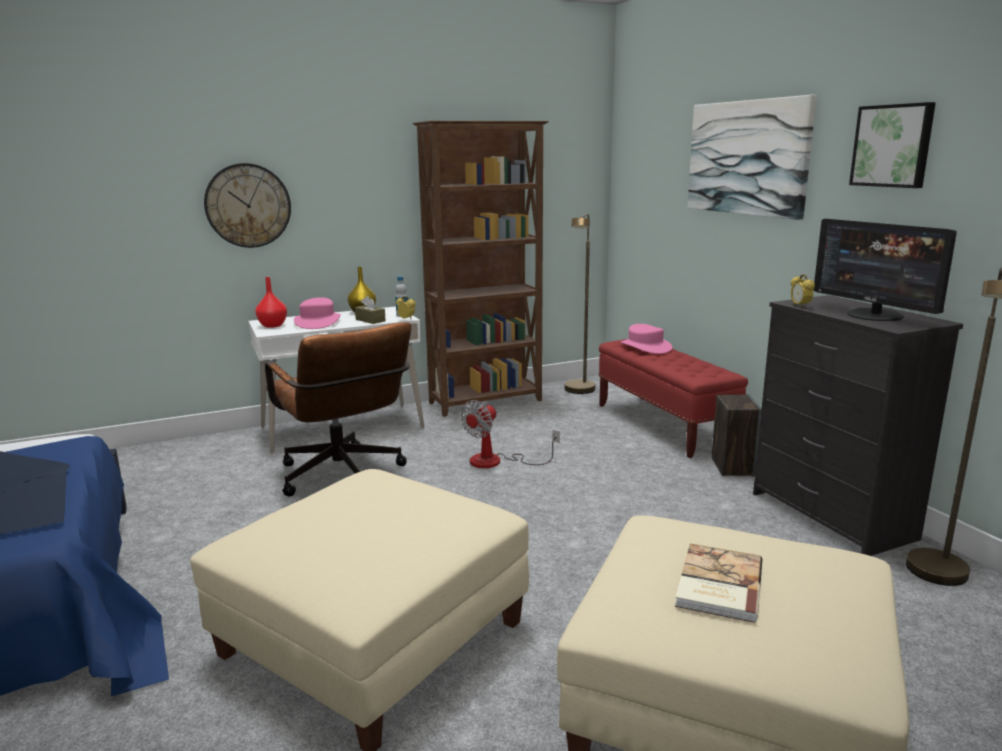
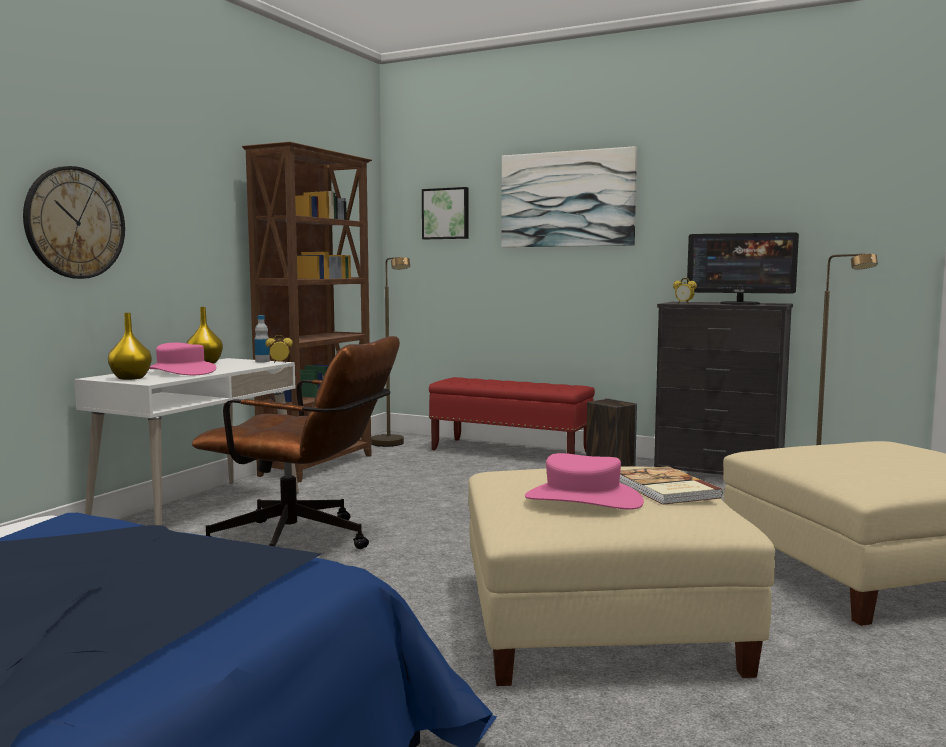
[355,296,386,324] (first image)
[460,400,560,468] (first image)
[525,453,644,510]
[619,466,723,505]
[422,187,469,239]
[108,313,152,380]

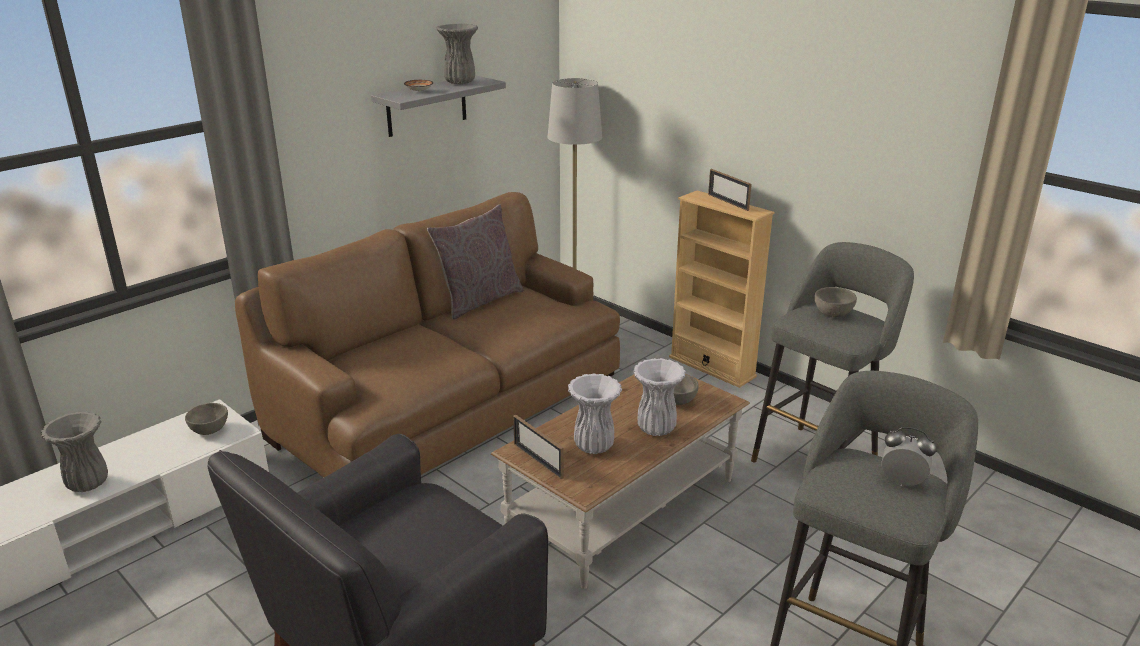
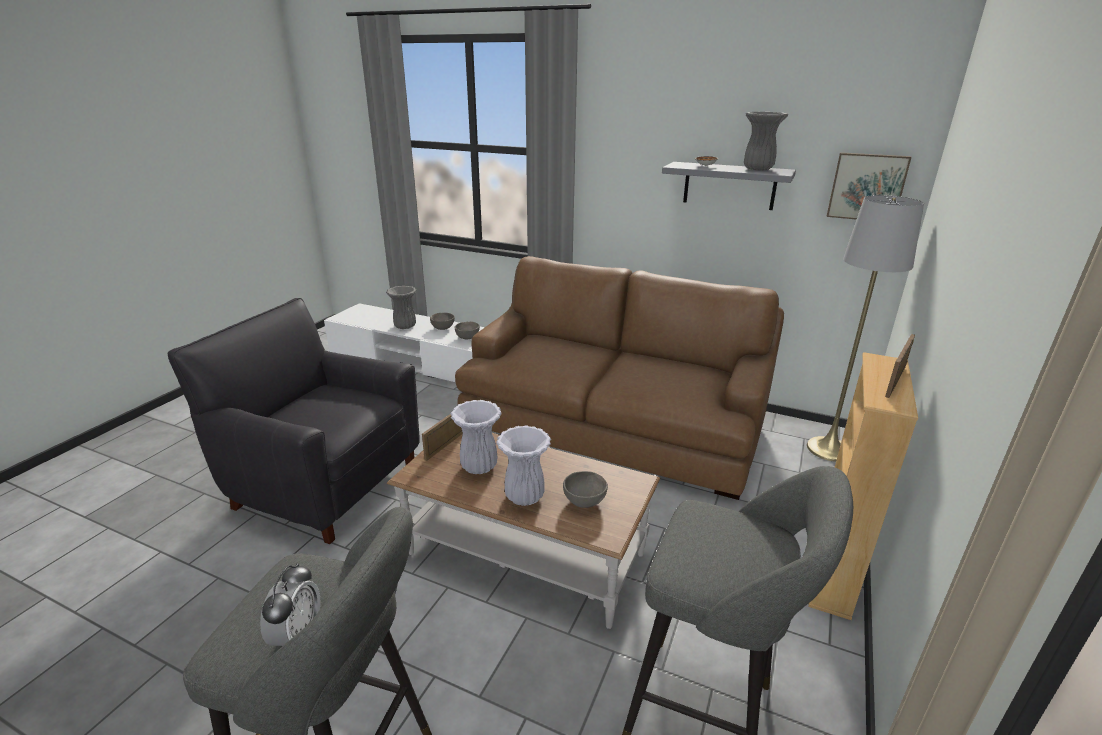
[427,205,524,320] (first image)
[826,152,912,220]
[430,313,455,330]

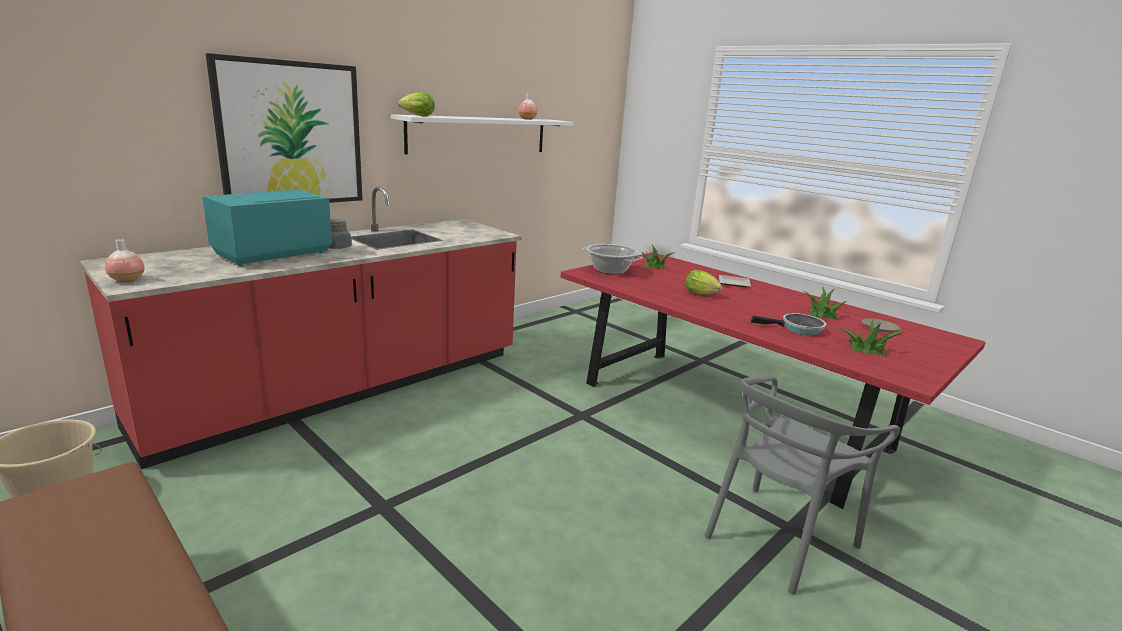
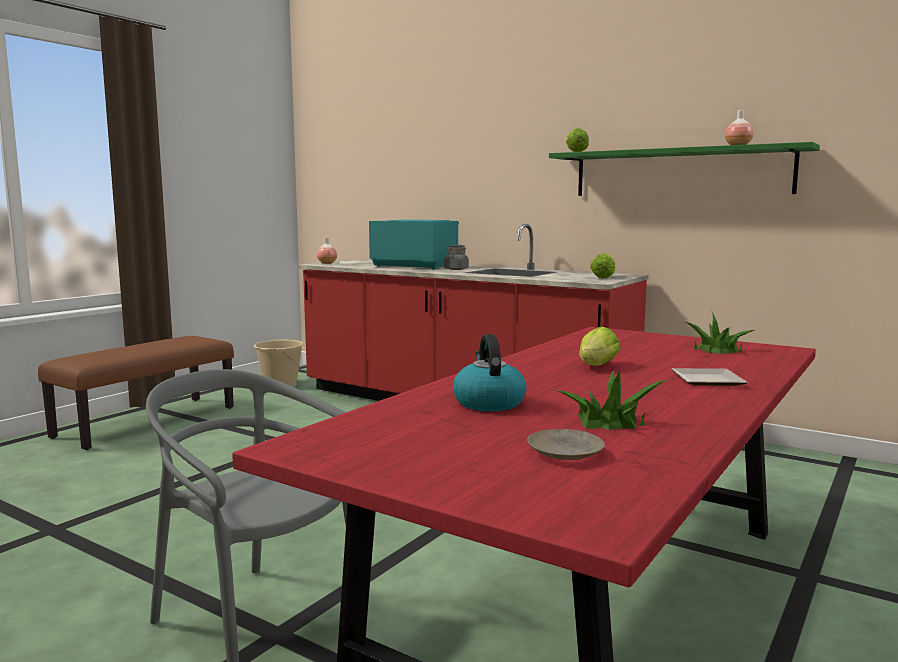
[206,53,362,203] (first image)
[582,244,643,274] (first image)
[839,320,905,355] (first image)
[590,253,615,279]
[453,334,527,411]
[549,142,820,196]

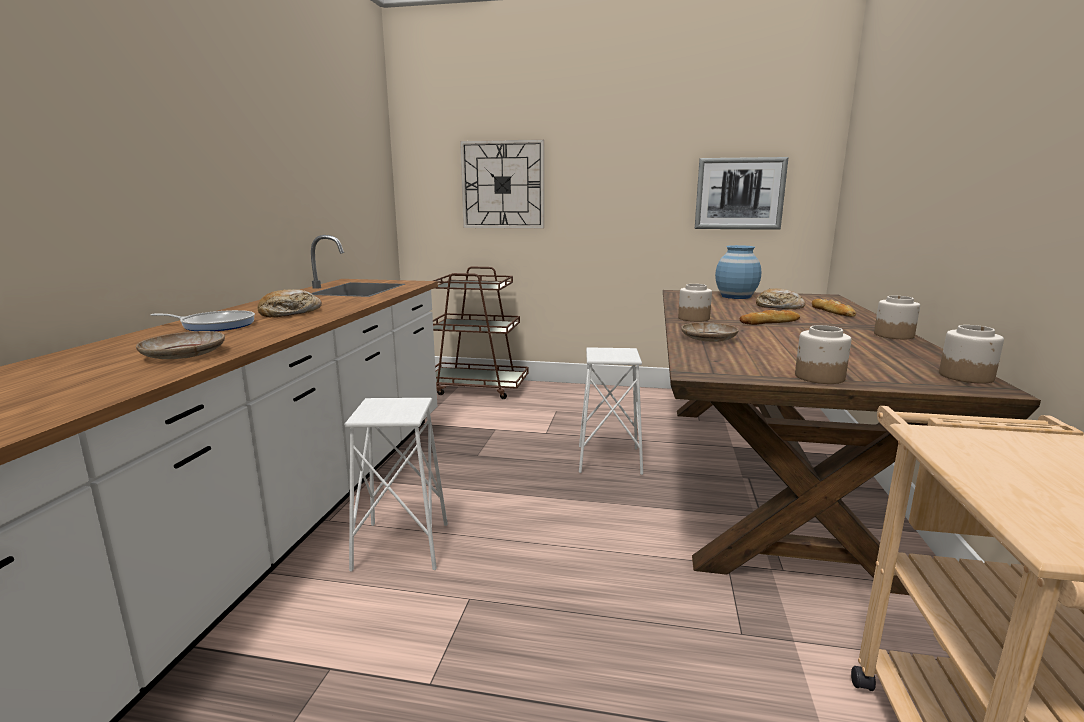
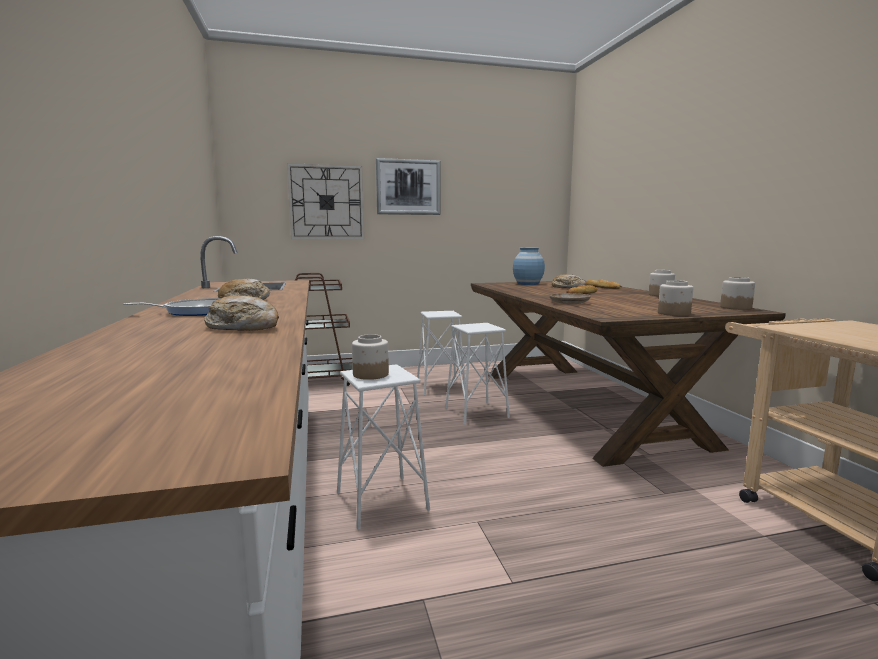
[417,311,466,395]
[352,334,389,380]
[376,158,440,215]
[204,295,279,331]

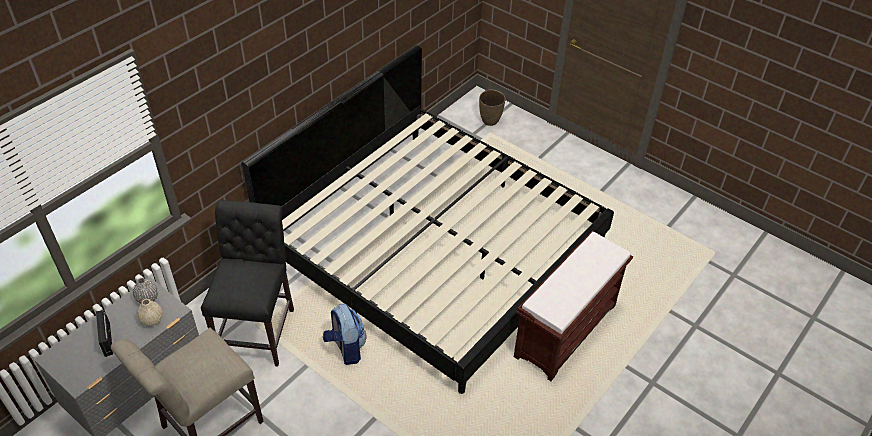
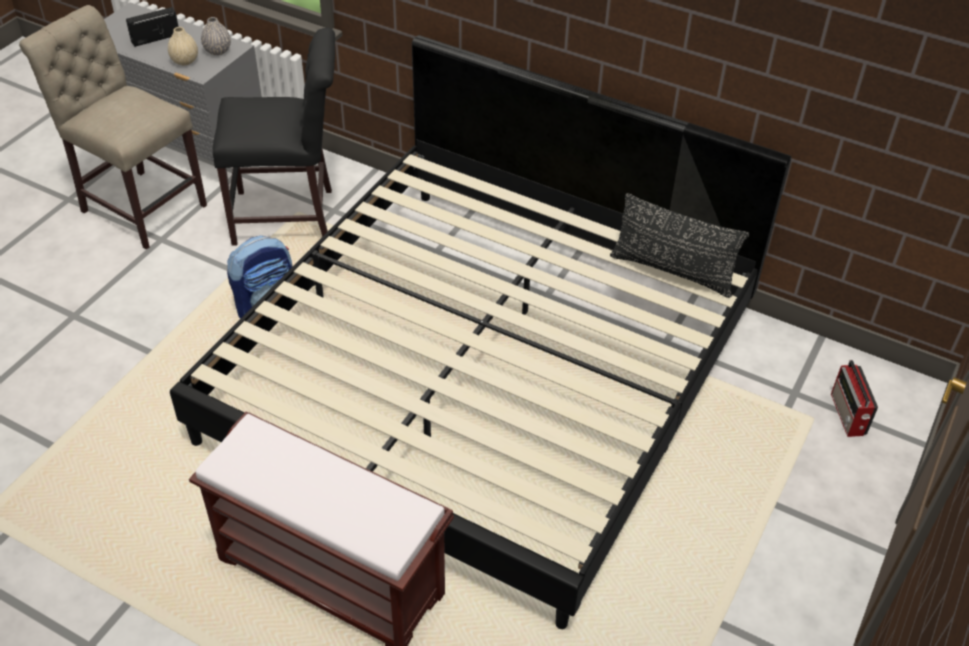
[610,193,749,298]
[831,360,878,437]

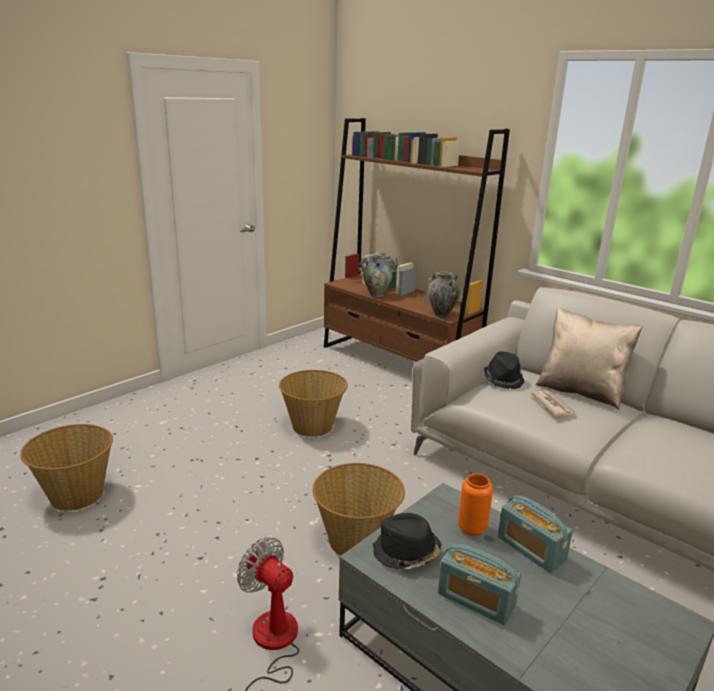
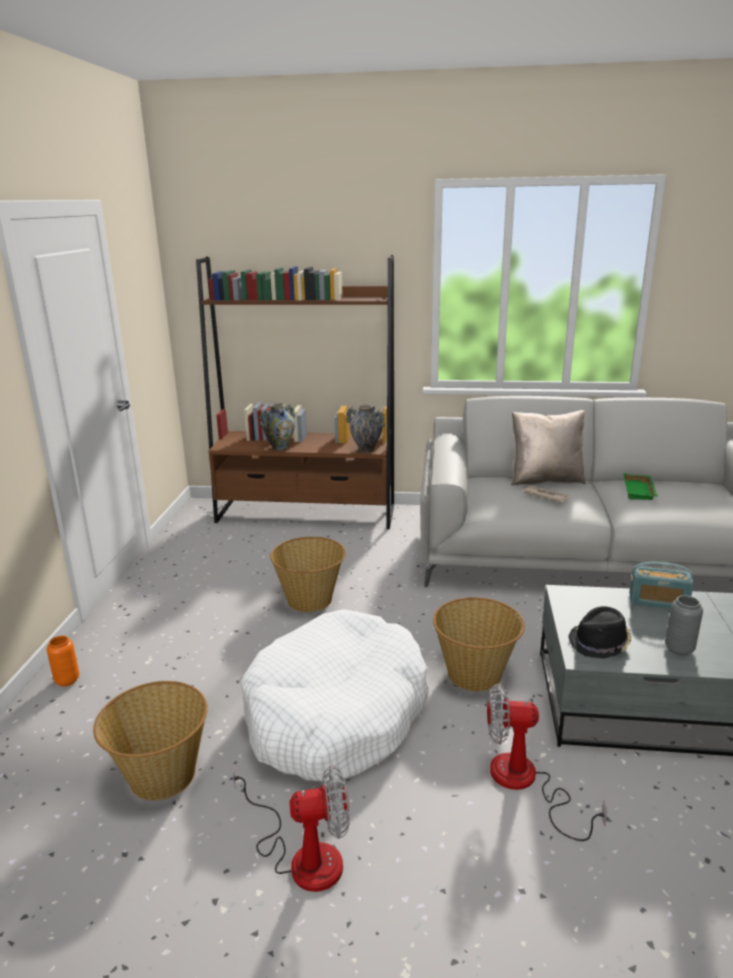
[484,351,524,389] (first image)
[233,766,349,892]
[241,609,429,782]
[623,473,658,500]
[47,636,79,687]
[665,595,703,656]

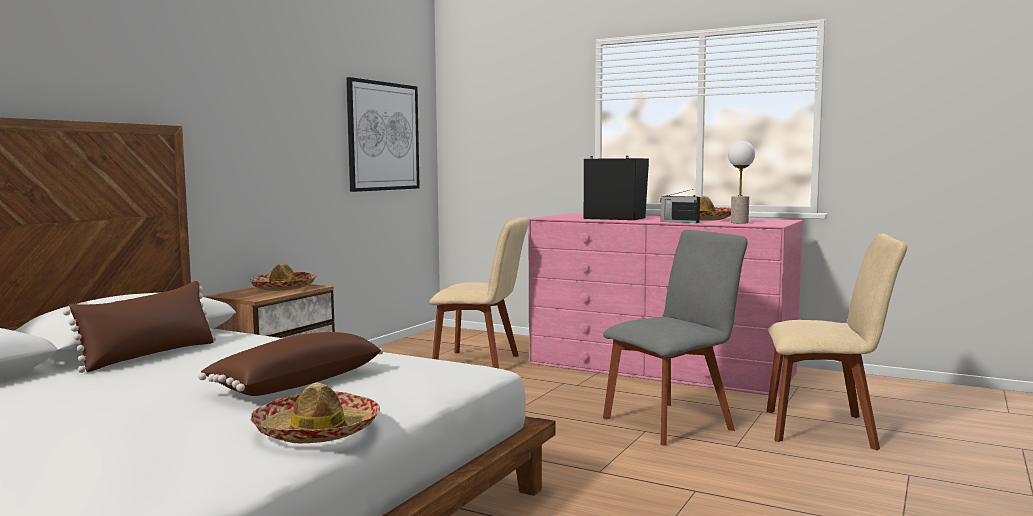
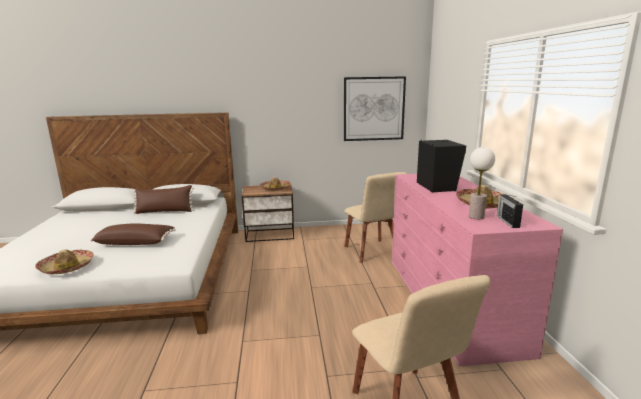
[603,230,748,445] (first image)
[497,194,523,228]

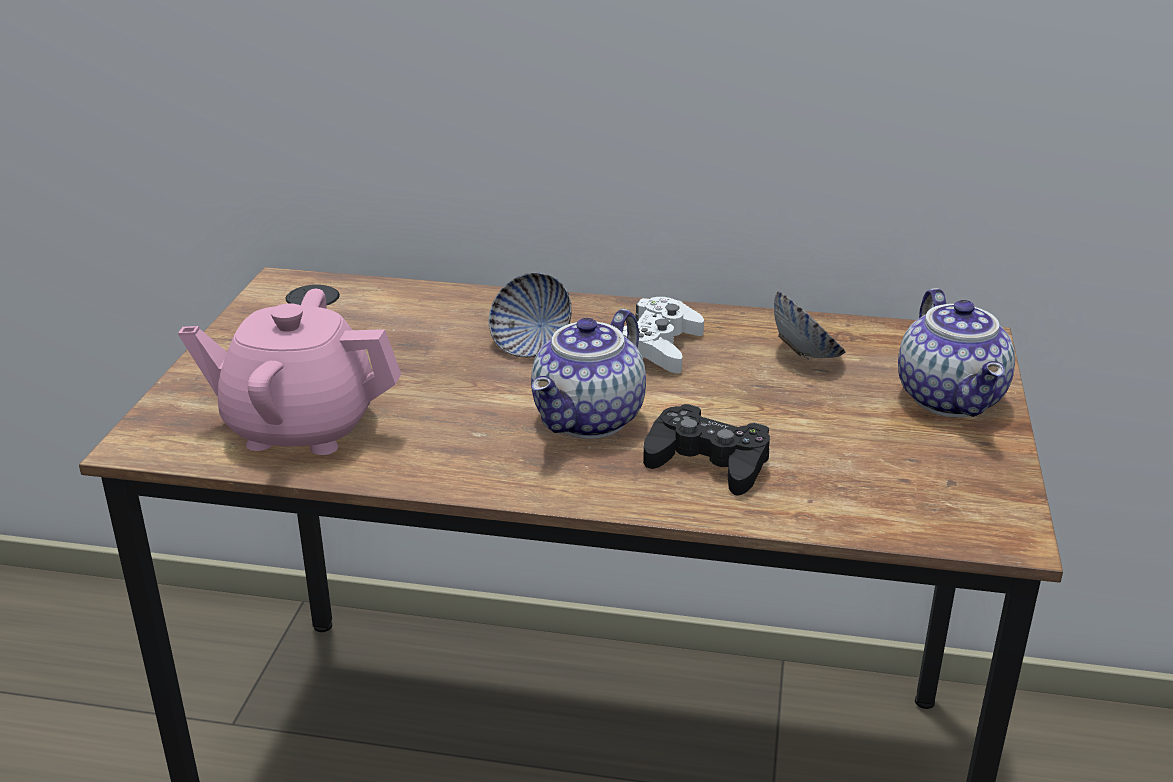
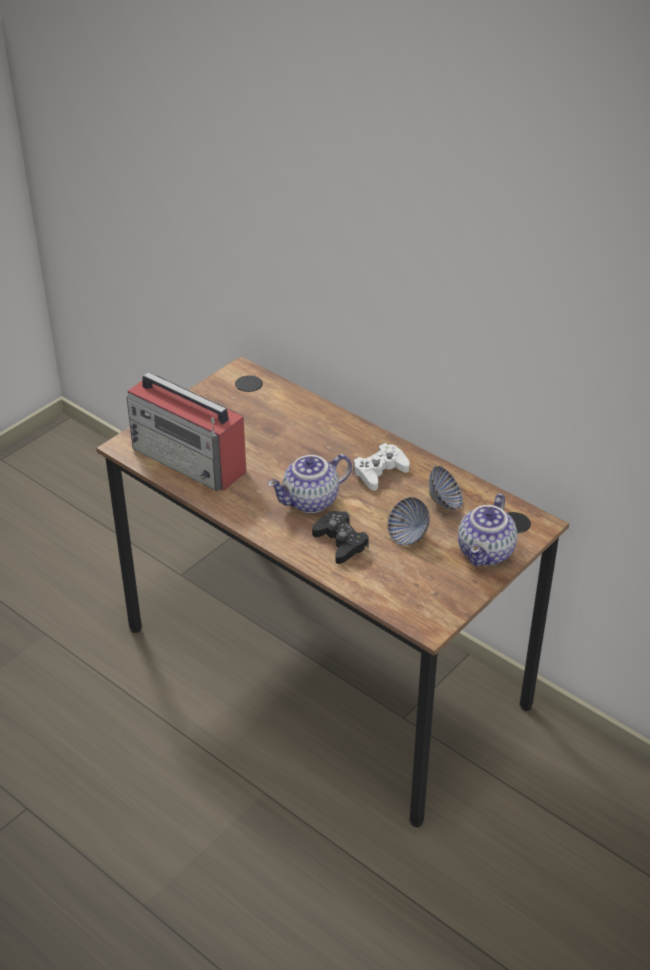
[387,497,430,545]
[126,372,246,491]

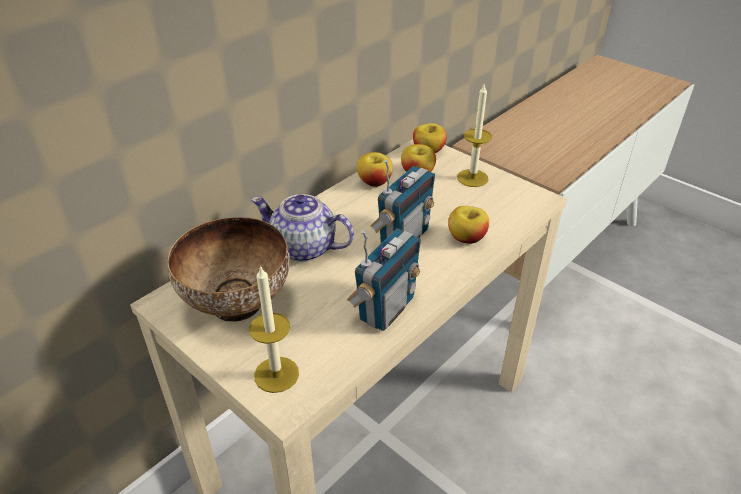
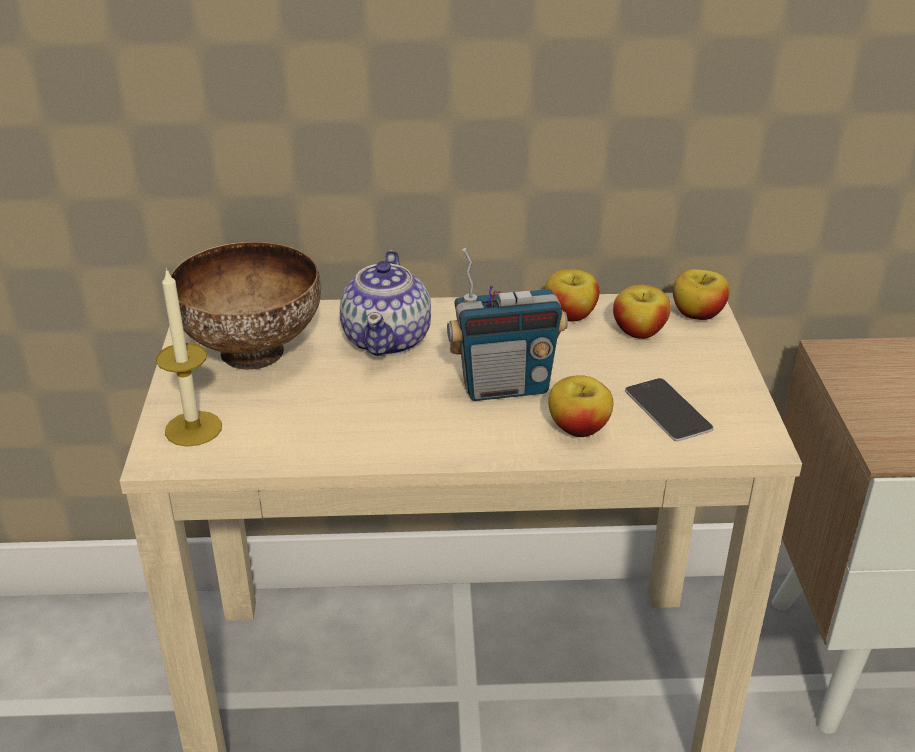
[347,229,421,331] (first image)
[457,83,492,187] (first image)
[625,378,714,441]
[340,250,431,356]

